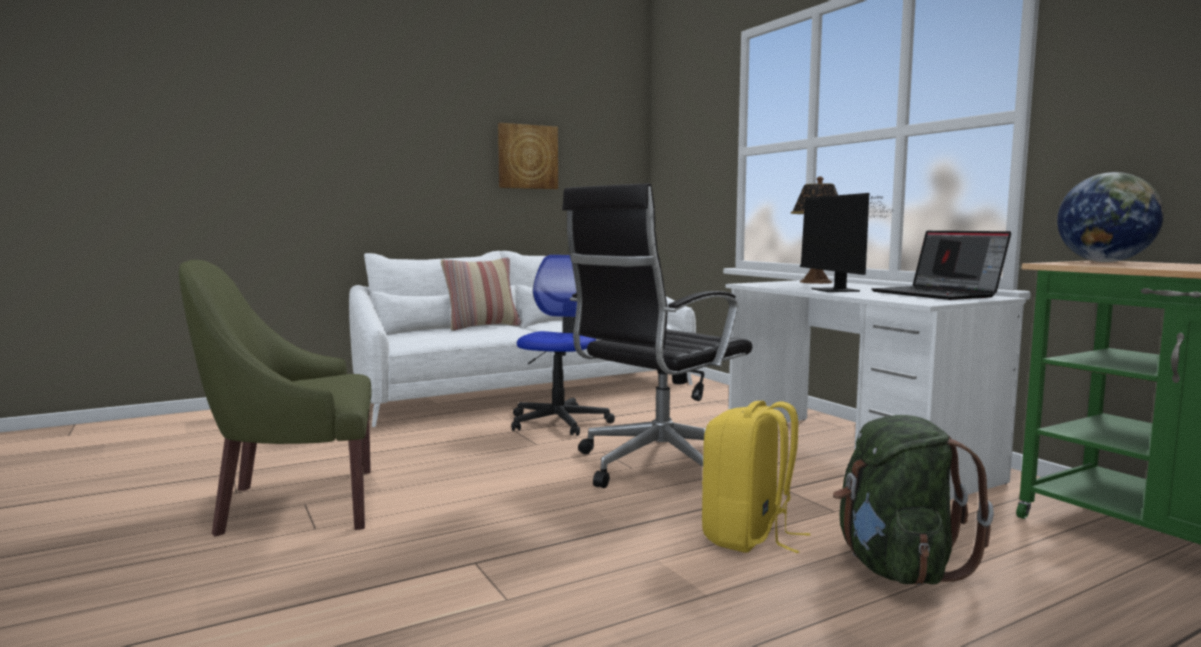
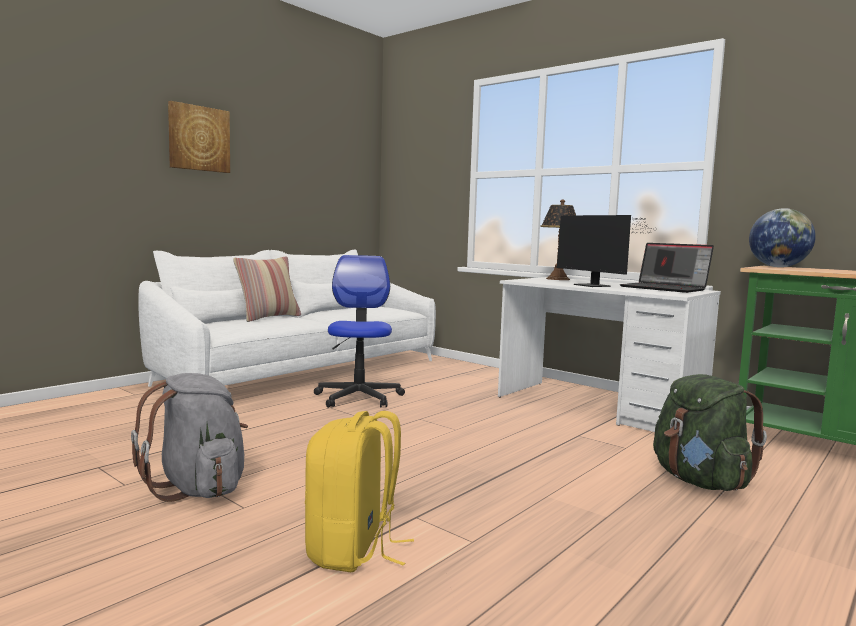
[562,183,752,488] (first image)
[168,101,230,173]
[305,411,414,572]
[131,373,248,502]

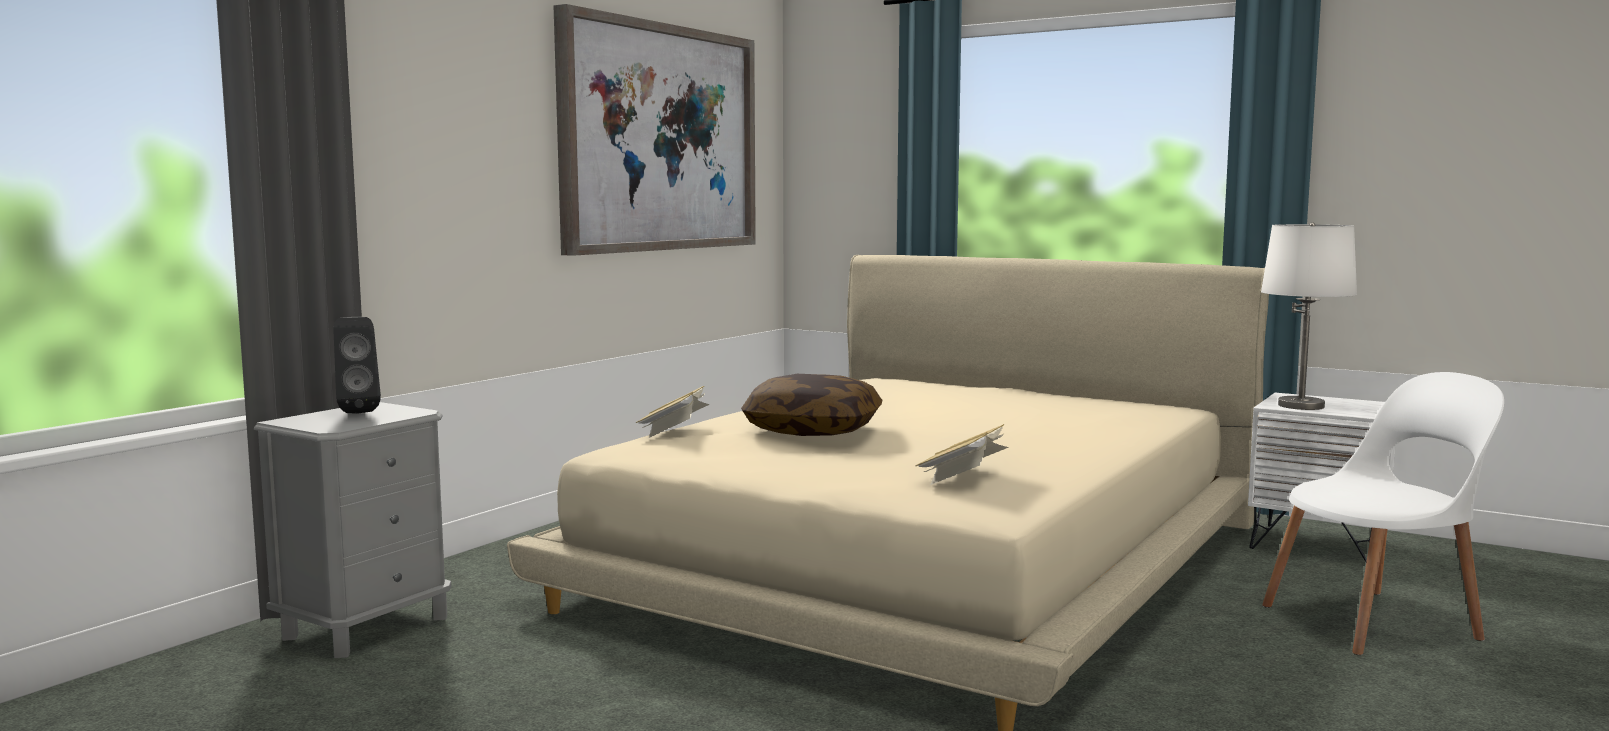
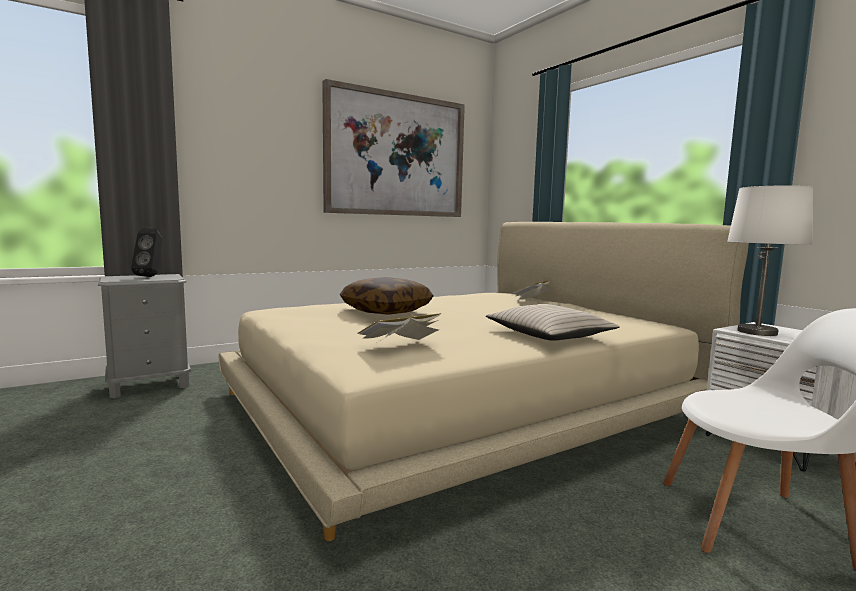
[486,304,620,341]
[513,280,552,302]

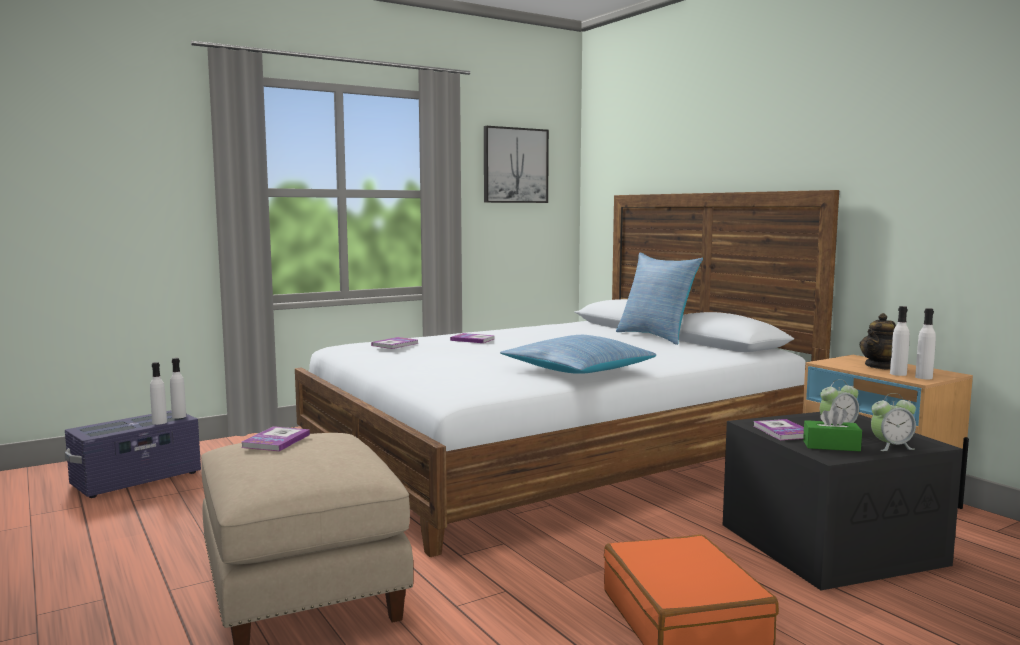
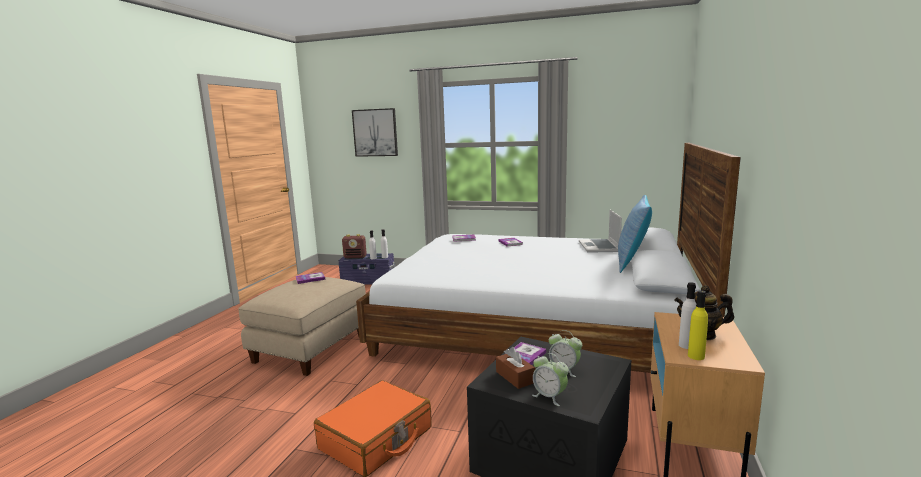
[500,335,656,374] (first image)
[342,234,367,259]
[579,210,622,253]
[352,108,398,157]
[496,347,535,389]
[688,290,708,360]

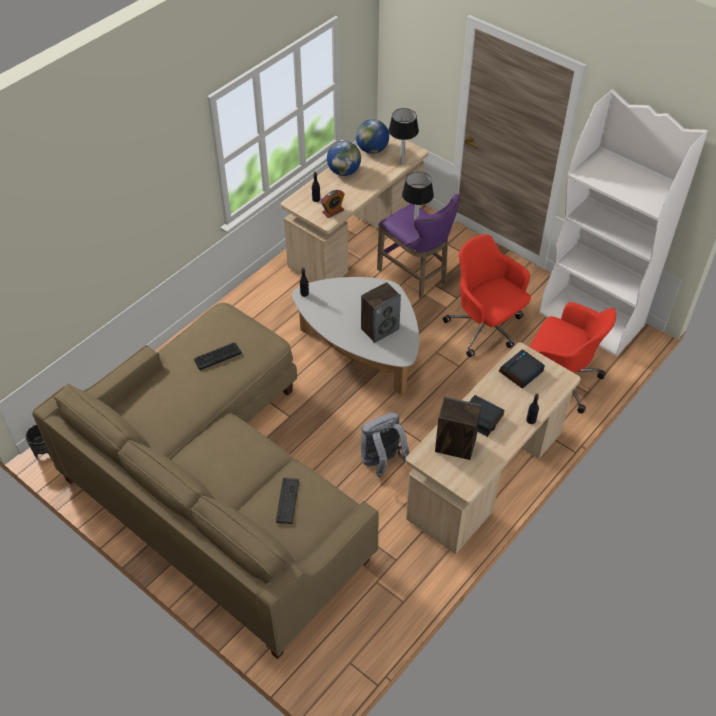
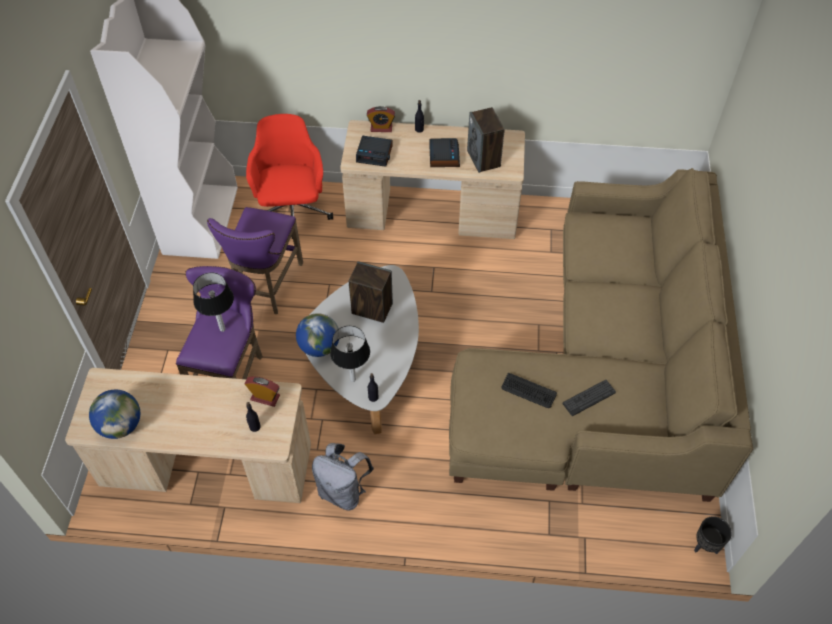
[367,106,395,132]
[563,380,616,416]
[296,313,339,357]
[312,443,374,511]
[330,326,370,382]
[207,207,303,314]

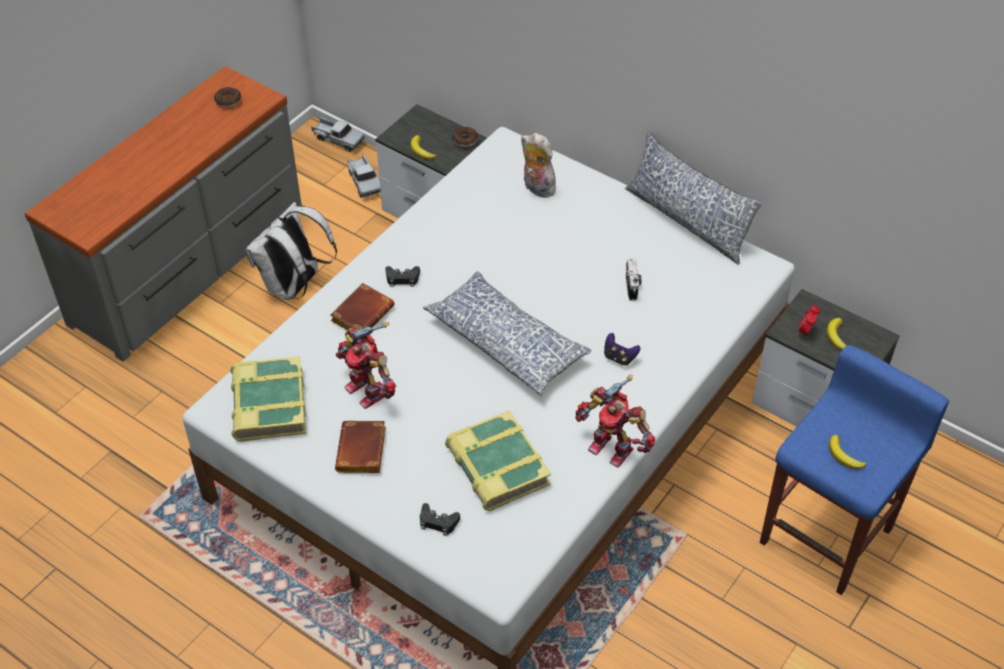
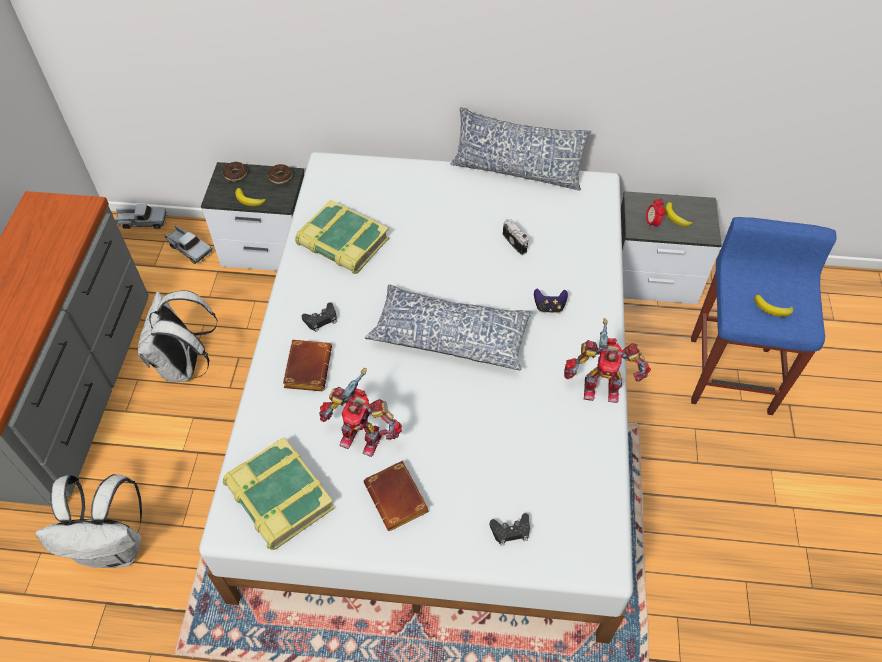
[521,133,556,198] (first image)
[35,474,142,568]
[223,162,247,181]
[295,200,389,274]

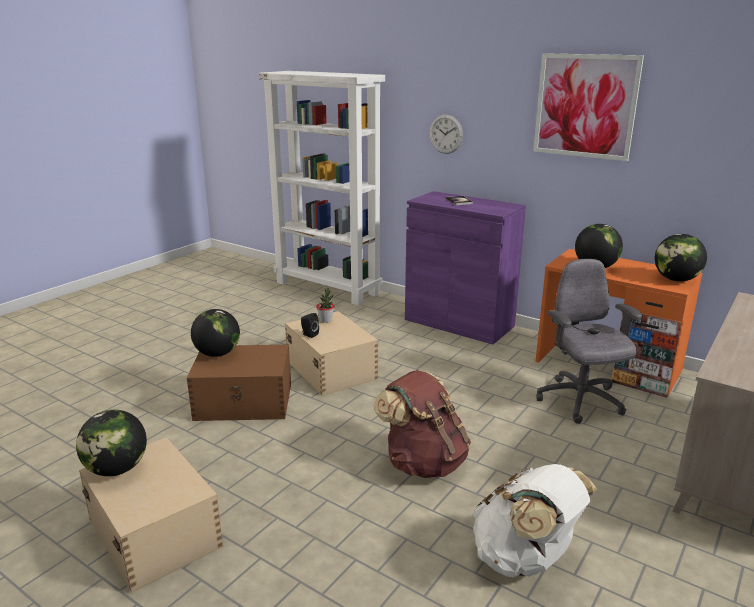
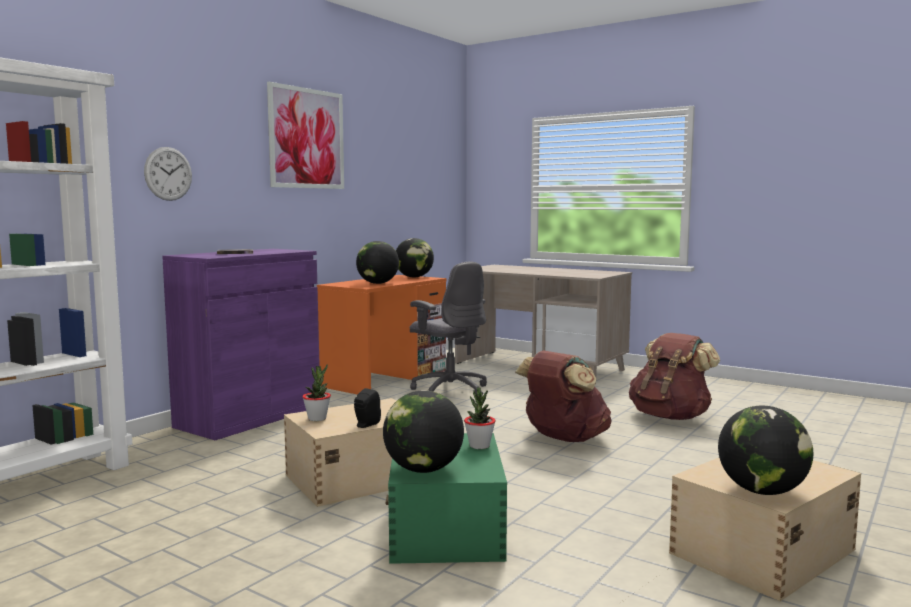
[464,387,496,449]
[386,433,507,564]
[629,333,720,420]
[410,261,487,396]

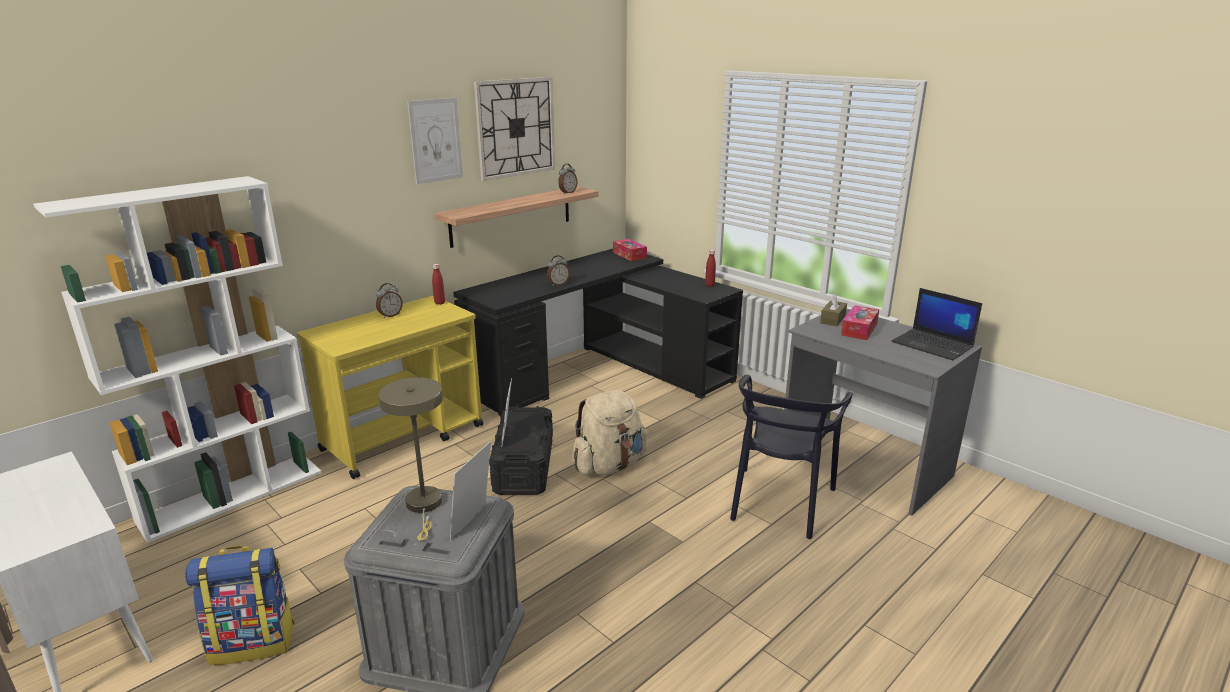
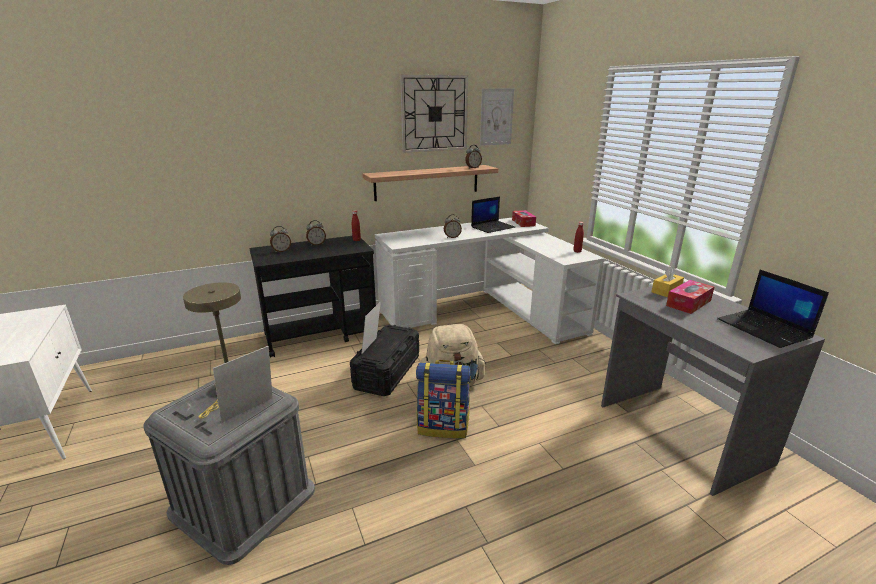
[33,176,322,543] (first image)
[730,375,853,539] (first image)
[270,226,291,252]
[471,196,515,233]
[416,360,471,438]
[480,89,514,146]
[250,236,378,358]
[375,218,604,344]
[652,266,684,297]

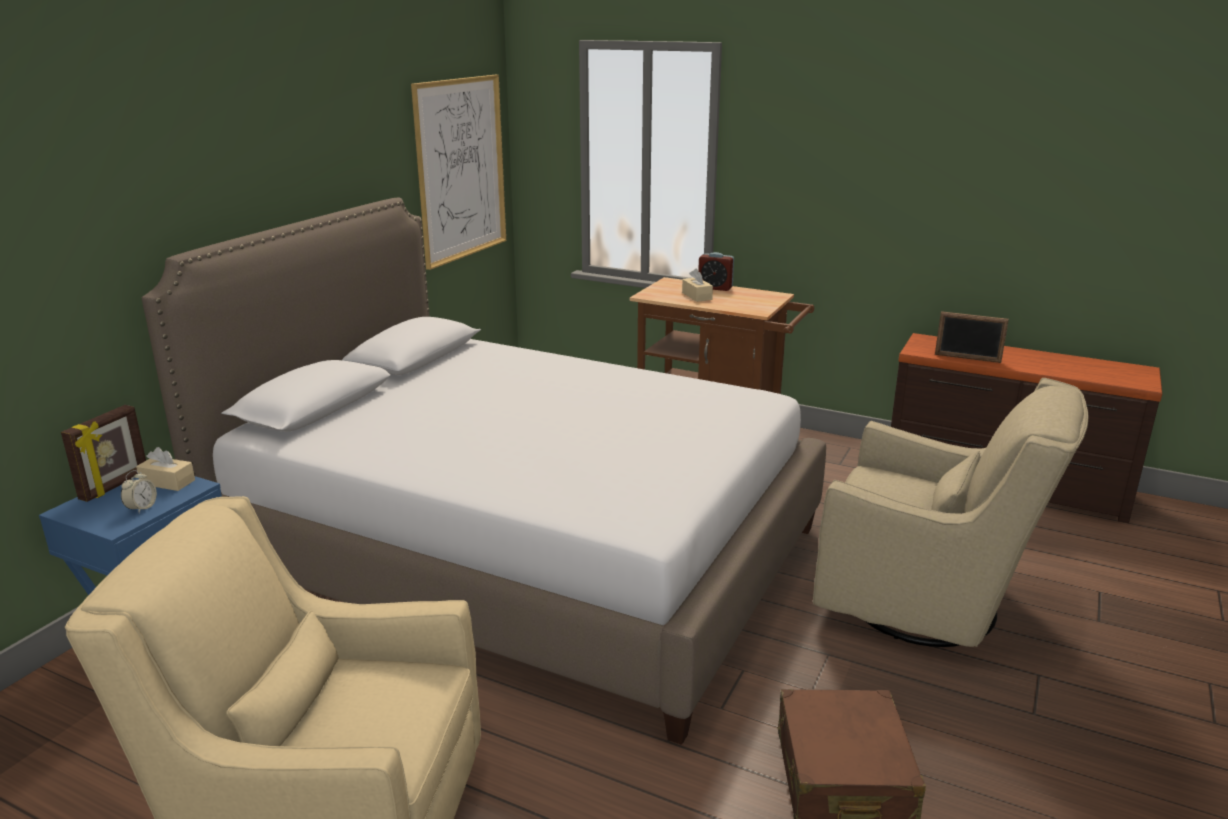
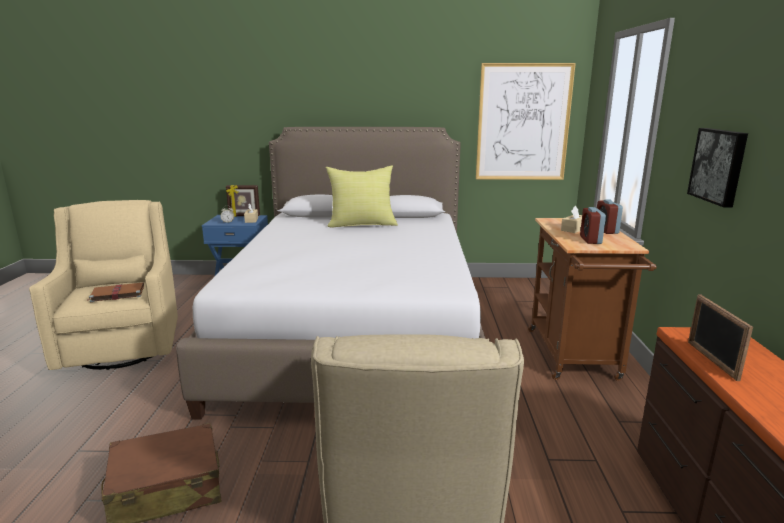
[87,282,144,302]
[326,166,398,228]
[580,207,606,244]
[687,128,748,208]

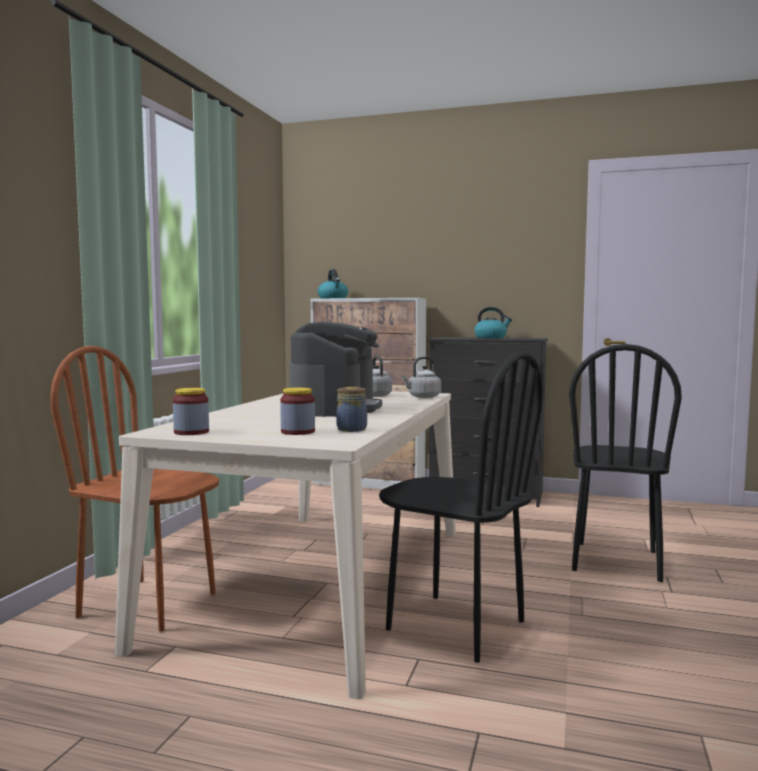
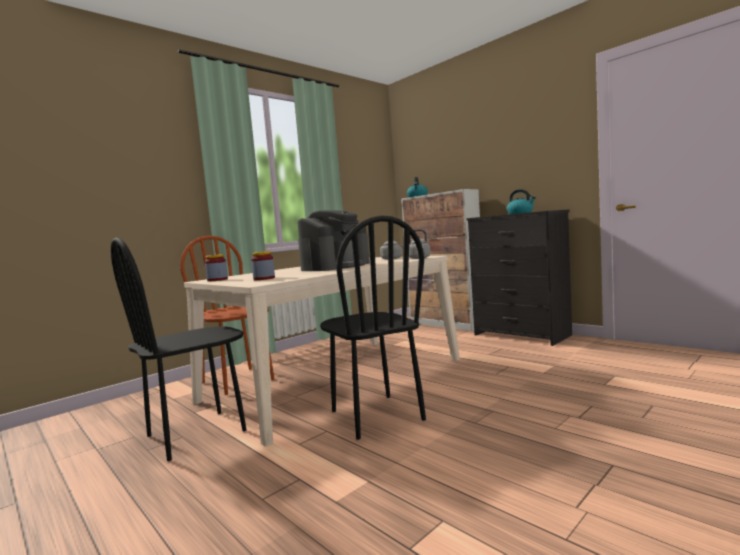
[336,387,367,432] (first image)
[111,238,247,461]

